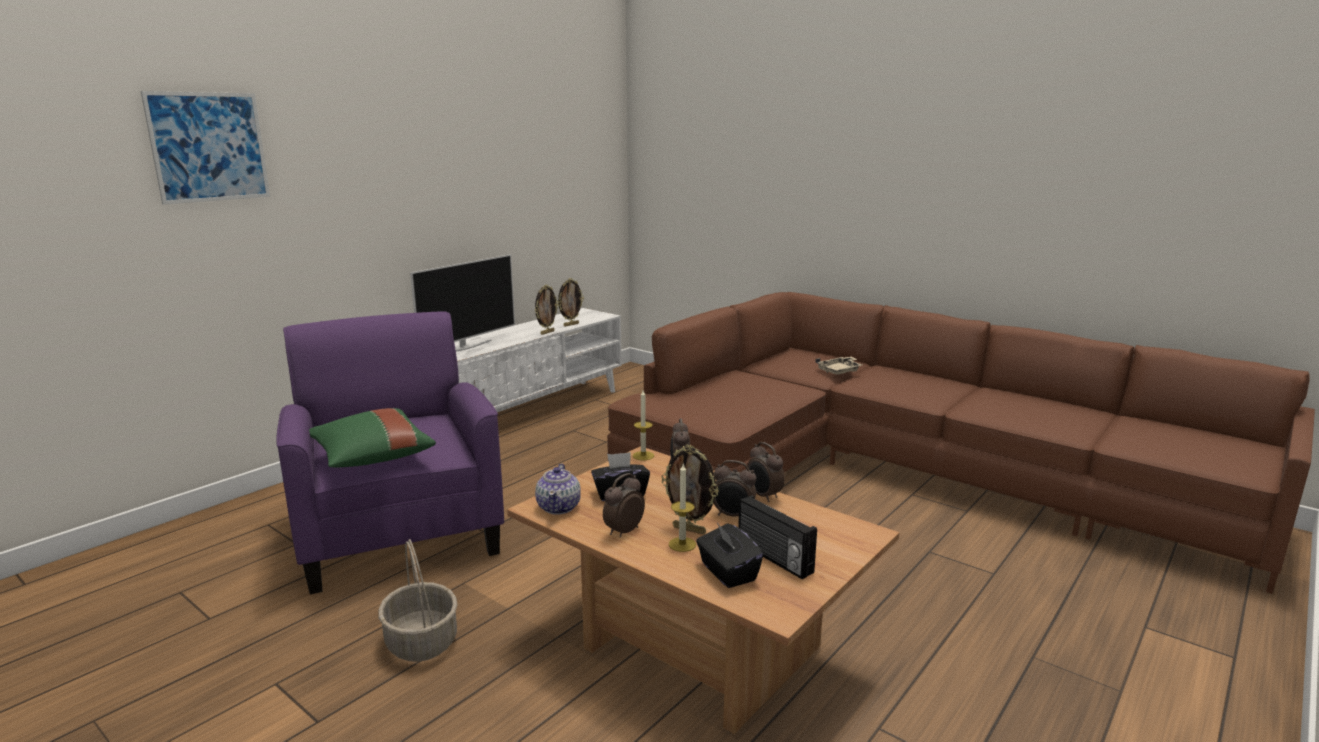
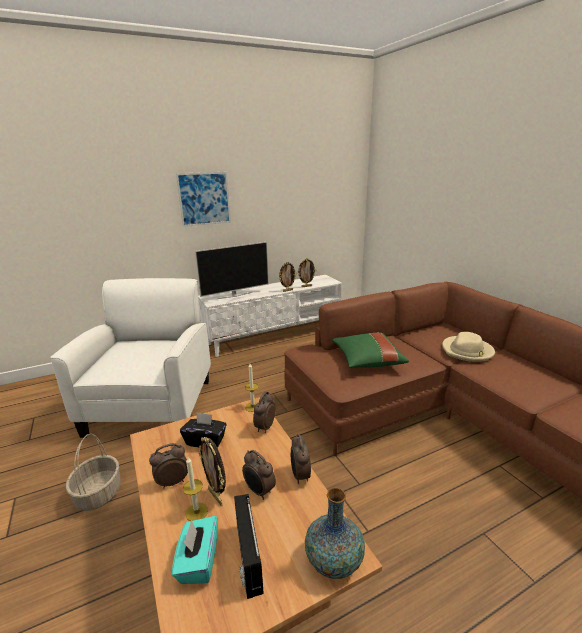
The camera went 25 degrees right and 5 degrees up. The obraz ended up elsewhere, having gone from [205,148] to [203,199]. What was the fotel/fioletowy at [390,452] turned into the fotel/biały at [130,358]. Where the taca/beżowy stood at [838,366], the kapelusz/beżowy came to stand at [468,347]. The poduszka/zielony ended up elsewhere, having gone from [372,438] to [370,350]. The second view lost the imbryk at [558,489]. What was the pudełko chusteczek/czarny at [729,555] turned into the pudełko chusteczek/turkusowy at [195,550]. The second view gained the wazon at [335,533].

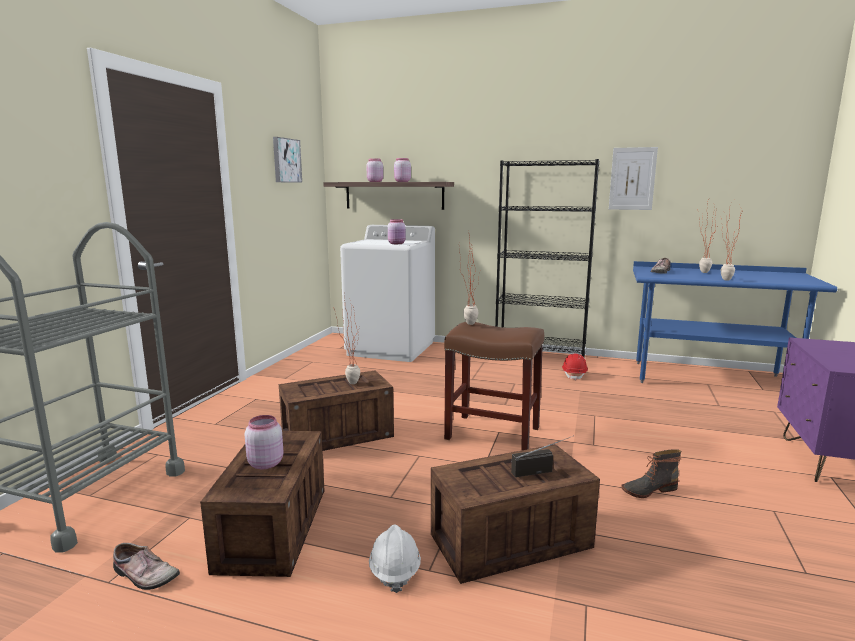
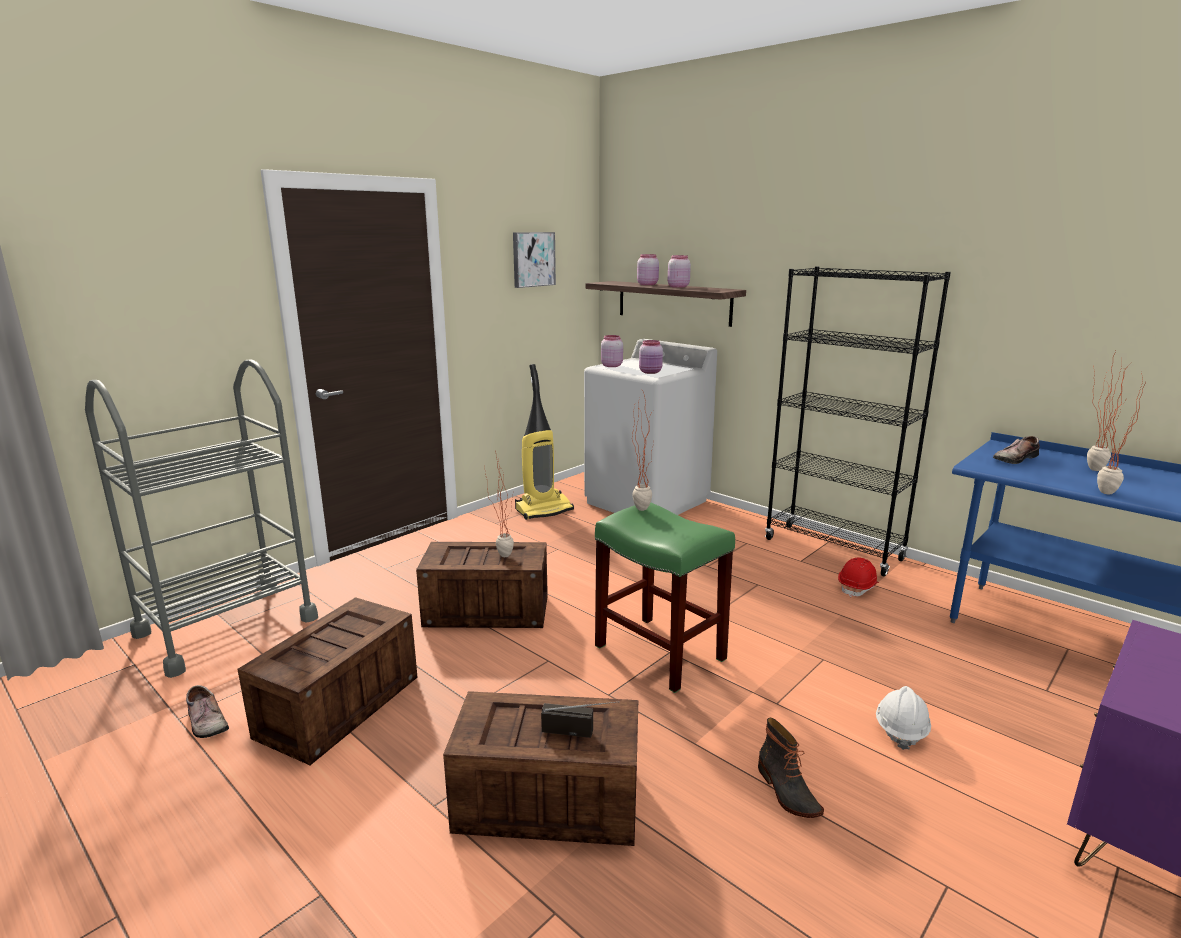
The camera went 25 degrees right and 5 degrees up. The second view lost the obraz at [633,178]. What was the stołek/brązowy at [494,386] turned into the stołek/zielony at [665,598]. The słoik/różowy ended up elsewhere, having gone from [264,442] to [612,351]. The but z cholewką at [651,473] ended up facing another way, 120 degrees counterclockwise from before. The kask/biały ended up elsewhere, having gone from [395,558] to [903,718]. The second view gained the odkurzacz at [544,442].

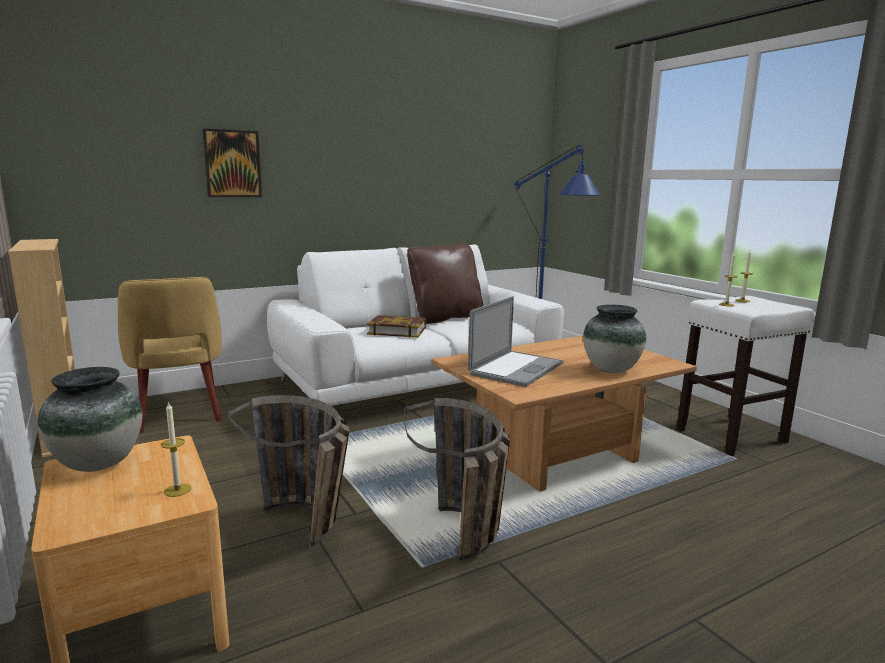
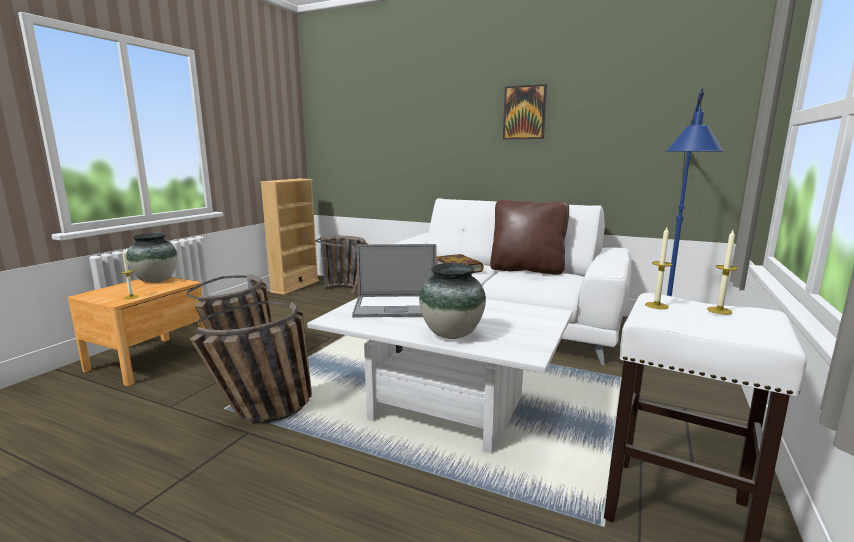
The camera went 55 degrees right and 0 degrees up. The obraz ended up elsewhere, having gone from [232,162] to [525,111]. Where the fotel/żółty stood at [170,355], the koszyk came to stand at [341,265]. What was the ława/brązowy at [564,414] turned into the ława/biały at [440,376].

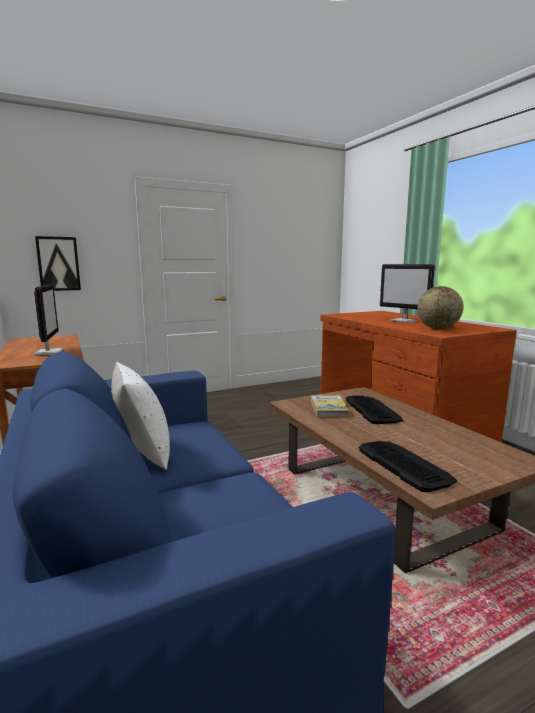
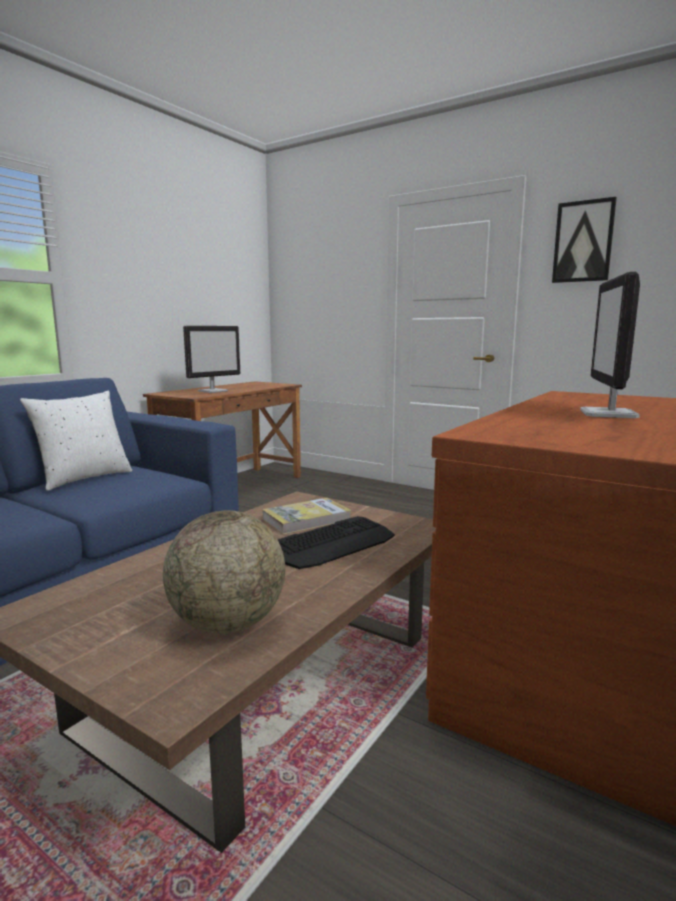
The camera went 60 degrees right and 0 degrees up. The obraz ended up elsewhere, having gone from [58,263] to [584,240]. The globus ended up elsewhere, having gone from [440,307] to [224,572]. The second view lost the klawiatura at [408,466].

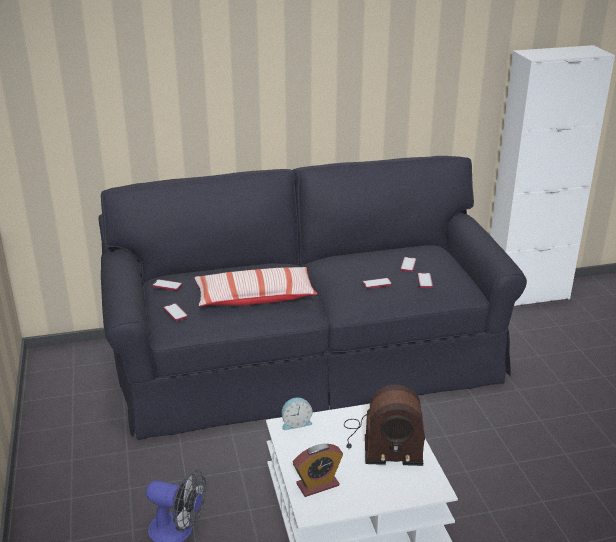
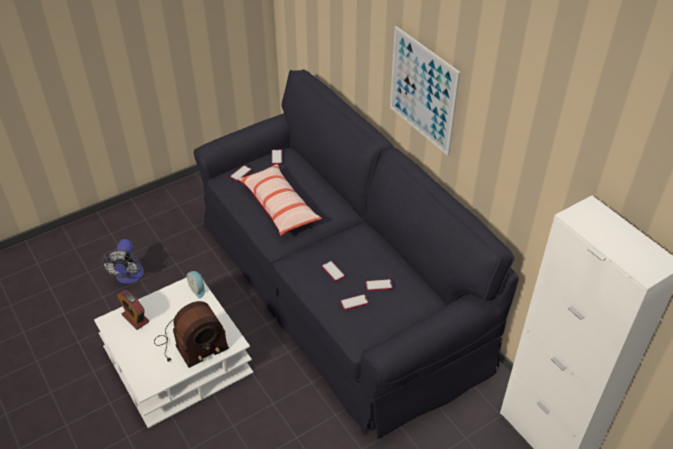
The camera went 70 degrees right and 15 degrees up. The radio at [384,425] ended up facing another way, 105 degrees counterclockwise from before. The second view gained the obraz at [425,91].

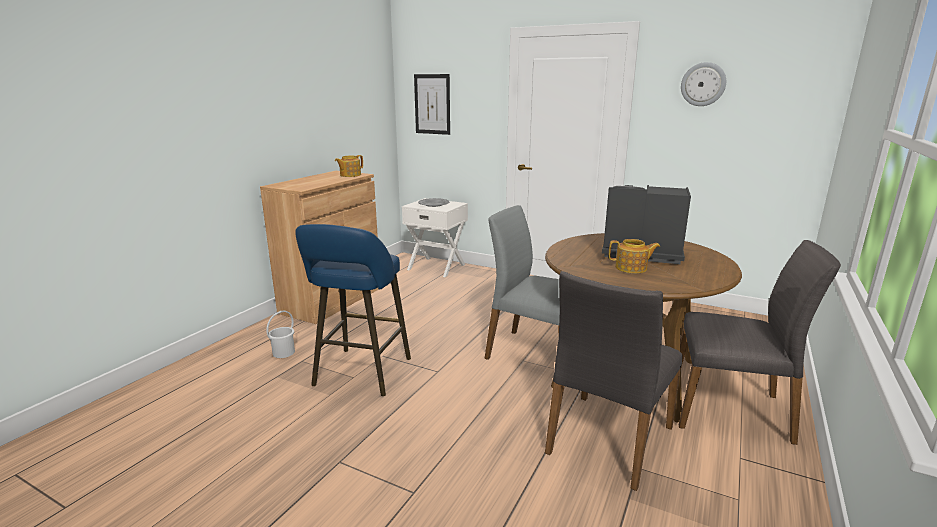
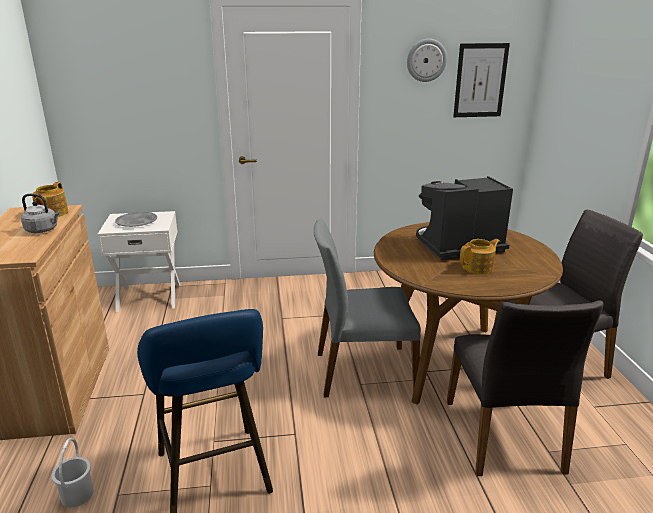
The camera went 35 degrees left and 5 degrees up. The obraz ended up elsewhere, having gone from [432,104] to [481,80]. The second view gained the czajnik/szary at [40,213].

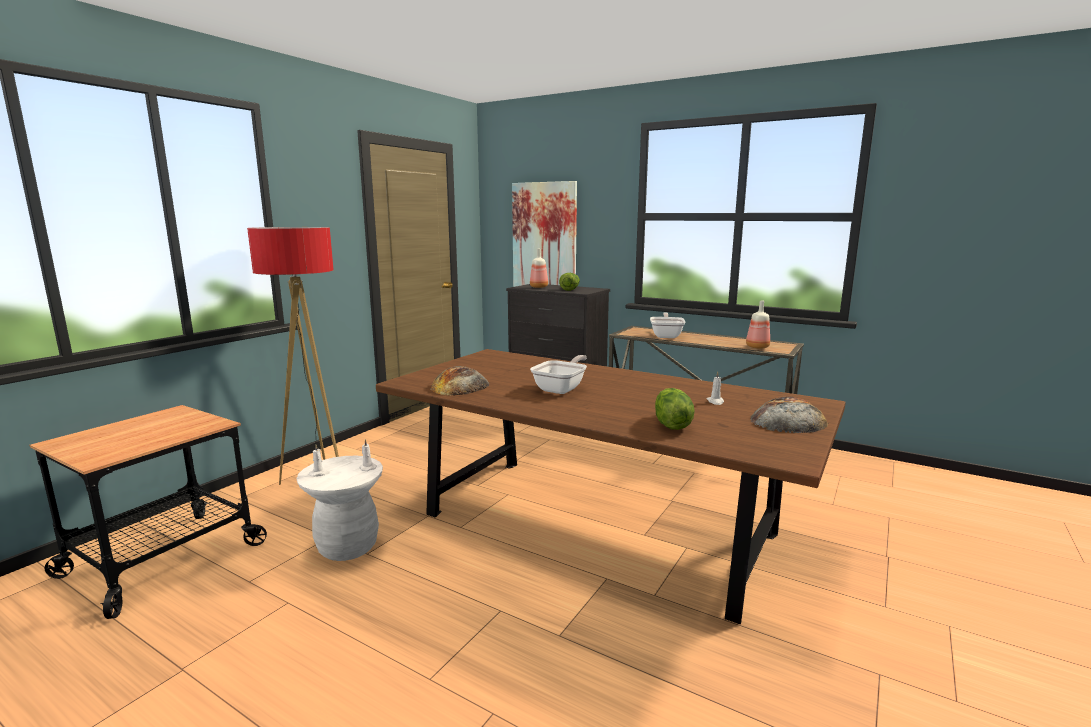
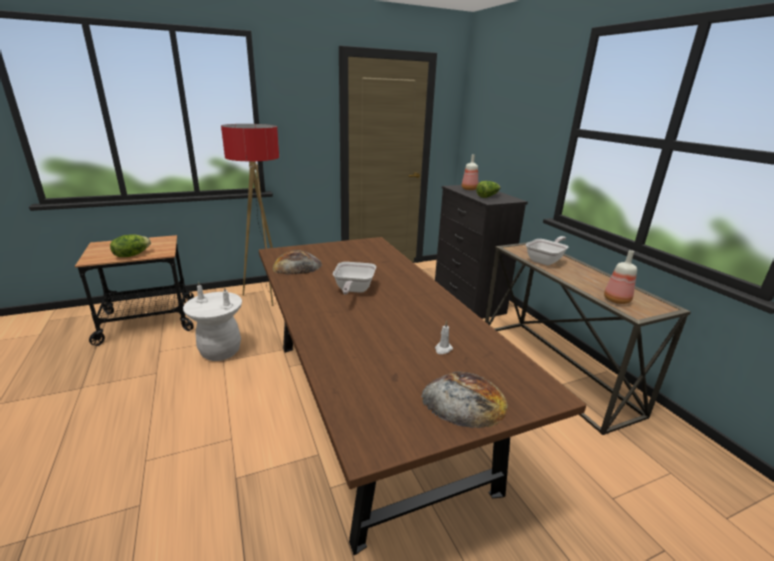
The camera went 35 degrees right and 10 degrees up. The second view lost the obraz at [544,234]. The patelnia at [558,374] ended up facing another way, 120 degrees clockwise from before. The sałata ended up elsewhere, having gone from [675,409] to [130,245].

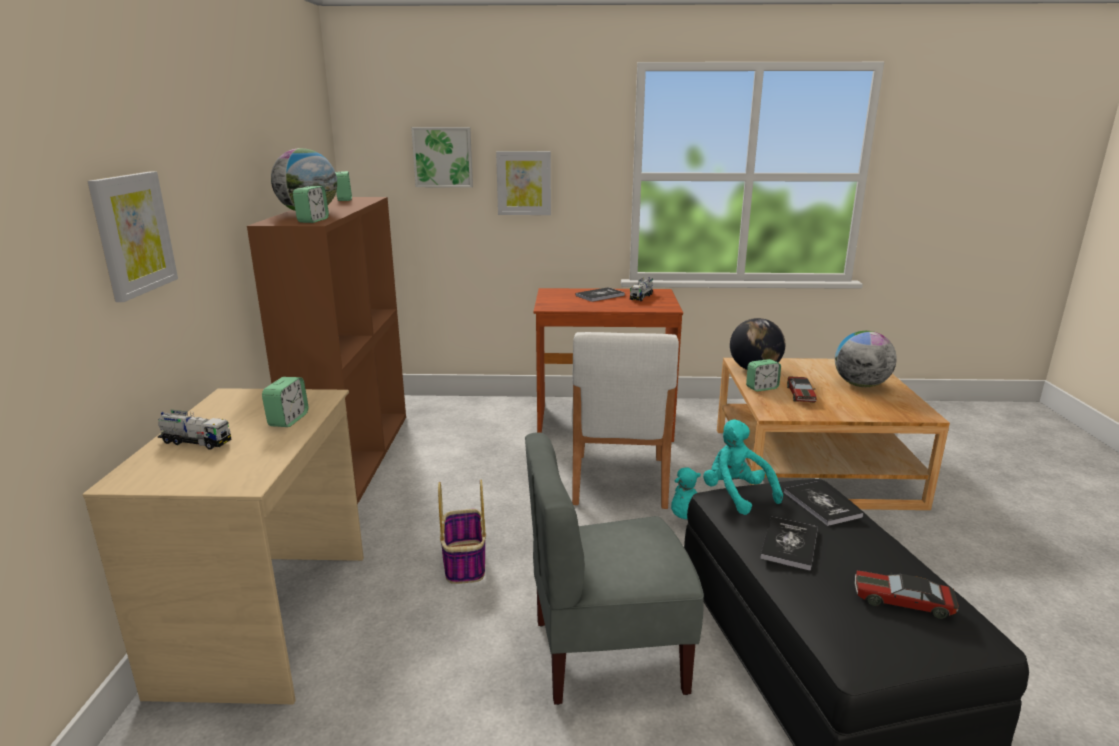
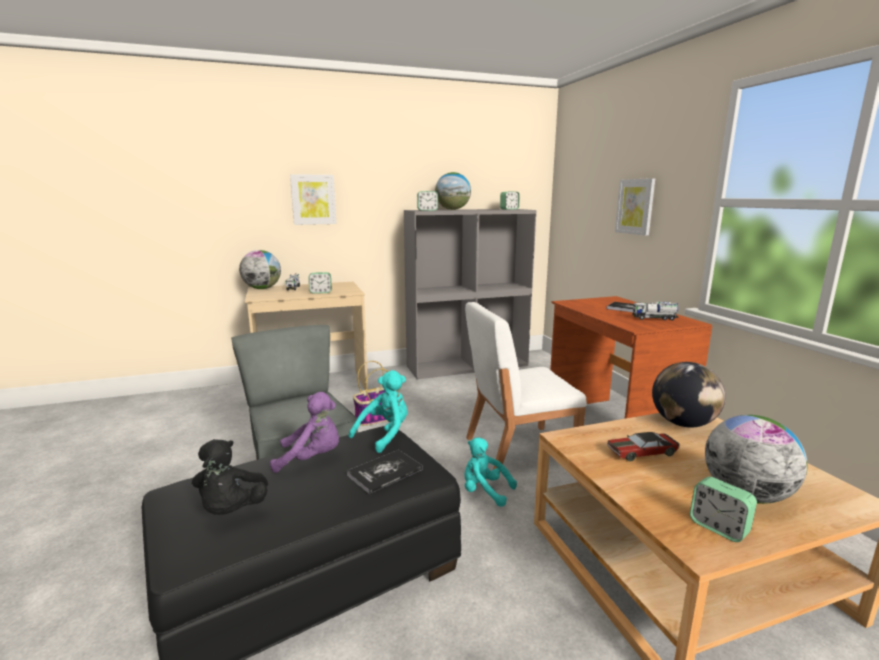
The camera went 70 degrees right and 5 degrees down. The second view lost the obraz at [442,157]. What was the regał/brązowy at [326,351] turned into the regał/szary at [470,294]. The budzik ended up elsewhere, having gone from [763,375] to [723,509]. Where the książka stood at [789,544], the pluszak/fioletowy came to stand at [304,432]. Where the samochodzik stood at [907,595], the pluszak/czarny came to stand at [230,477]. The second view gained the globus at [260,269].

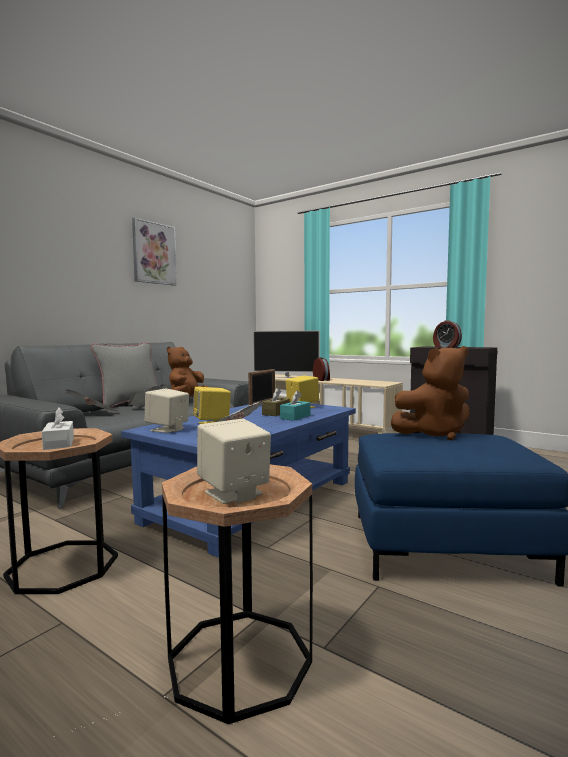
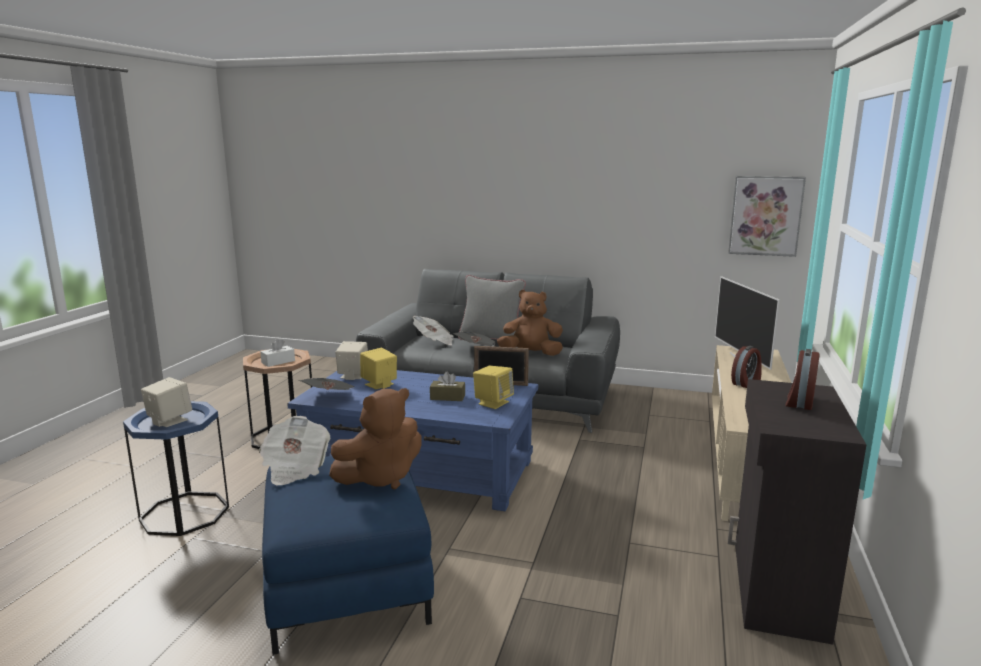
The camera went 70 degrees right and 10 degrees up. The obraz ended up elsewhere, having gone from [154,251] to [767,216]. The pluszak/brązowy at [430,393] ended up facing another way, 90 degrees counterclockwise from before. The second view lost the pudełko chusteczek/turkusowy at [295,405]. What was the stolik/brązowy at [237,594] turned into the stolik/niebieski at [176,468]. The second view gained the gazeta at [295,451].

